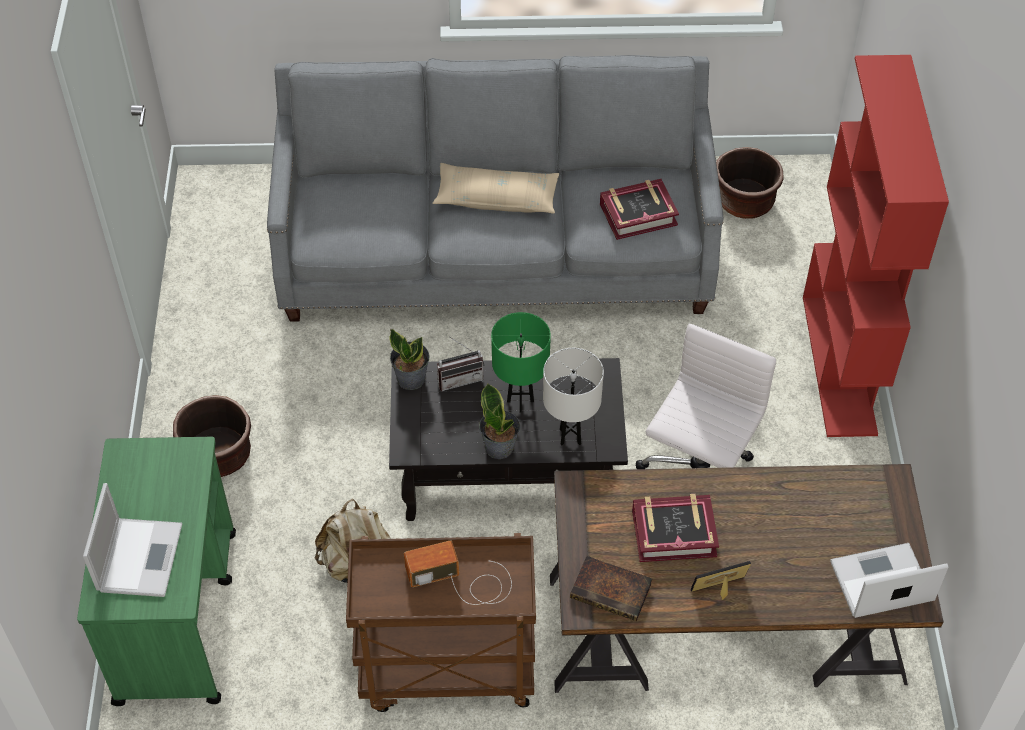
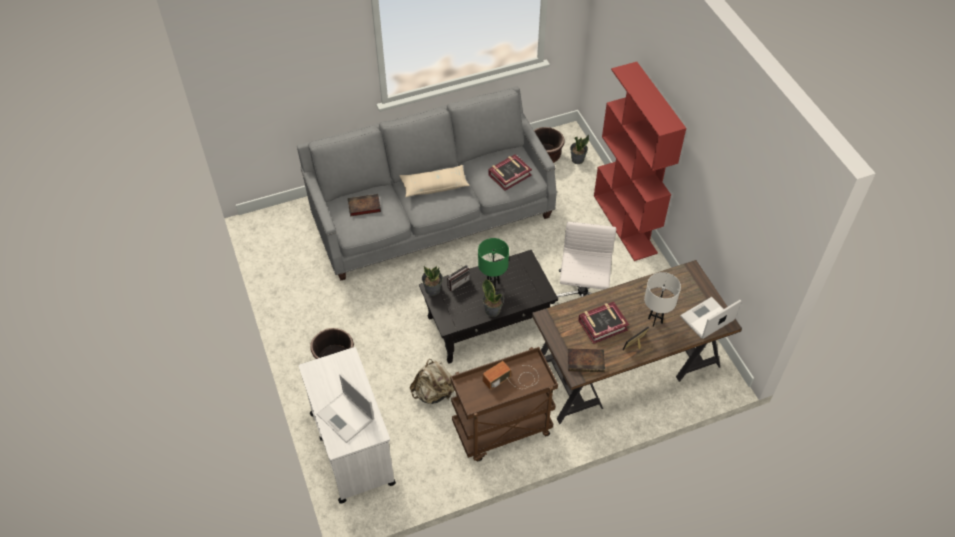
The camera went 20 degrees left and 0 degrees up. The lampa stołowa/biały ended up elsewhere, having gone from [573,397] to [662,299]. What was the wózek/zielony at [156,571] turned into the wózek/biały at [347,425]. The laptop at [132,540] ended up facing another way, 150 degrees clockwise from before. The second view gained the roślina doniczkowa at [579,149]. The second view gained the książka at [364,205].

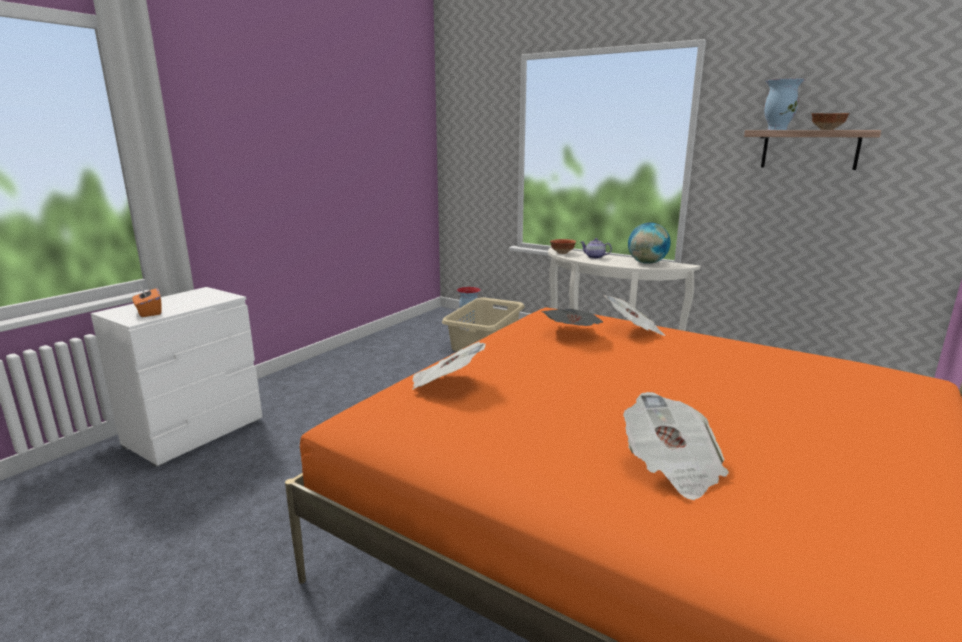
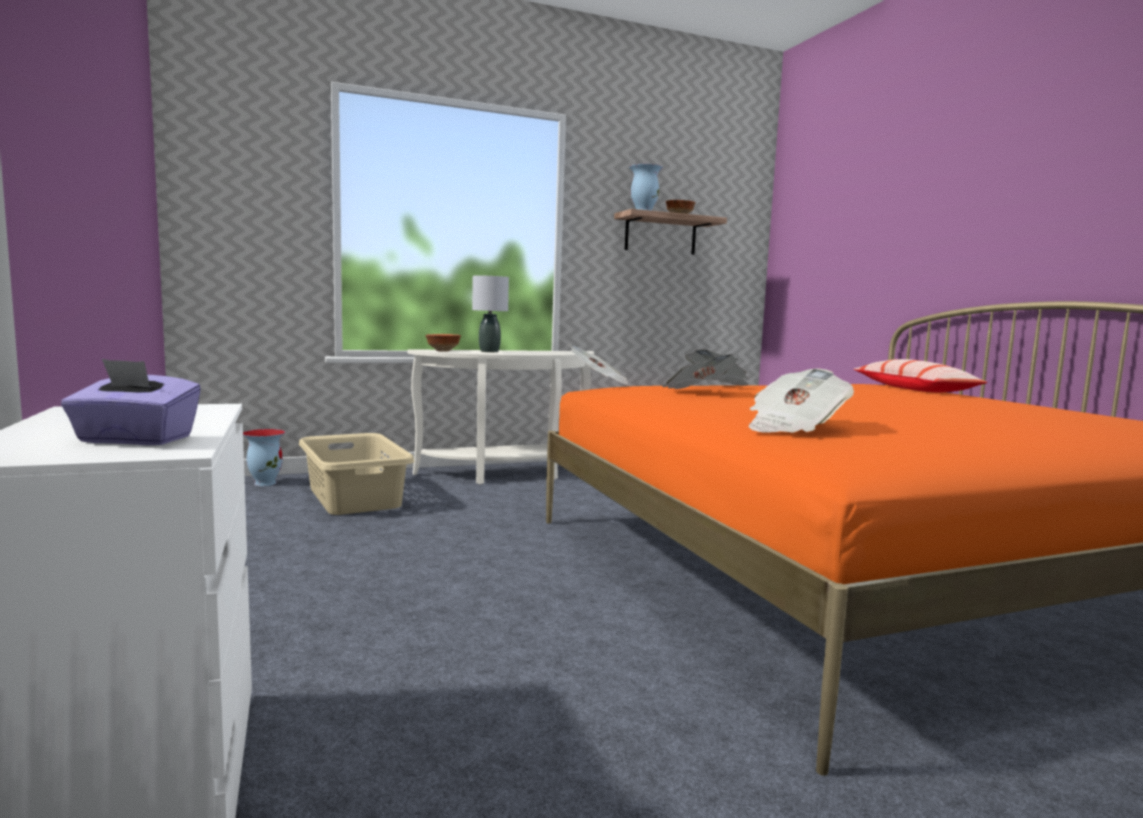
The camera went 55 degrees left and 10 degrees down. The second view lost the globus at [649,243]. Where the imbryk stood at [596,248], the lampa stołowa/szary came to stand at [490,313]. What was the pudełko chusteczek/pomarańczowy at [147,301] turned into the pudełko chusteczek/fioletowy at [131,402]. The gazeta ended up elsewhere, having gone from [676,446] to [599,365]. The second view gained the poduszka at [920,376].

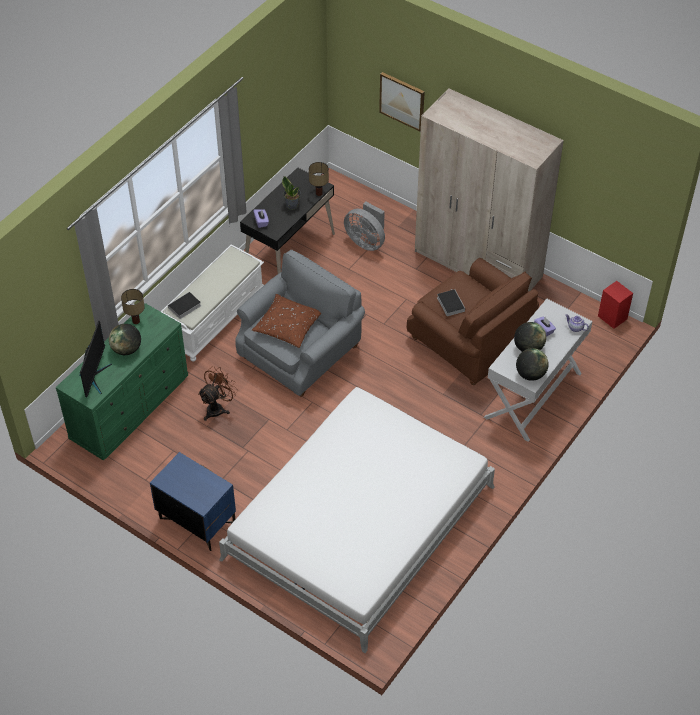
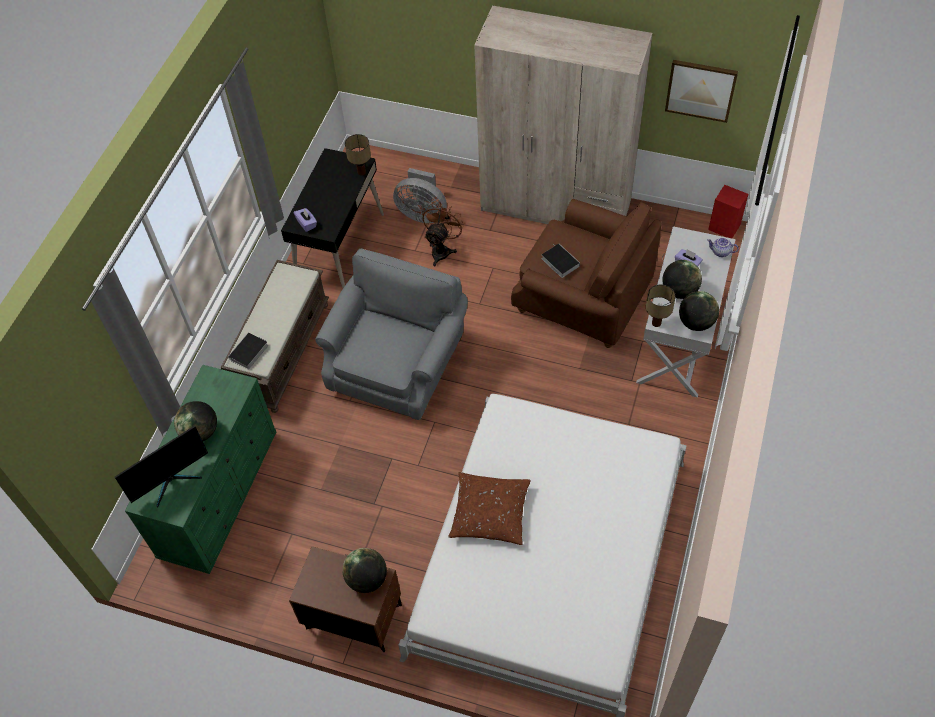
The camera went 15 degrees left and 5 degrees up. The obraz ended up elsewhere, having gone from [402,102] to [701,91]. The second view lost the roślina doniczkowa at [291,193]. What was the ławka/biały at [212,302] turned into the ławka/brązowy at [275,336]. The lampa stołowa ended up elsewhere, having gone from [133,306] to [661,305]. The poduszka/brązowy ended up elsewhere, having gone from [286,321] to [490,508]. The monitor at [95,359] ended up facing another way, 60 degrees clockwise from before. The wentylator/brązowy ended up elsewhere, having gone from [218,393] to [444,234]. What was the szafka nocna/niebieski at [193,501] turned into the szafka nocna/brązowy at [345,599]. The second view gained the globus at [364,570].

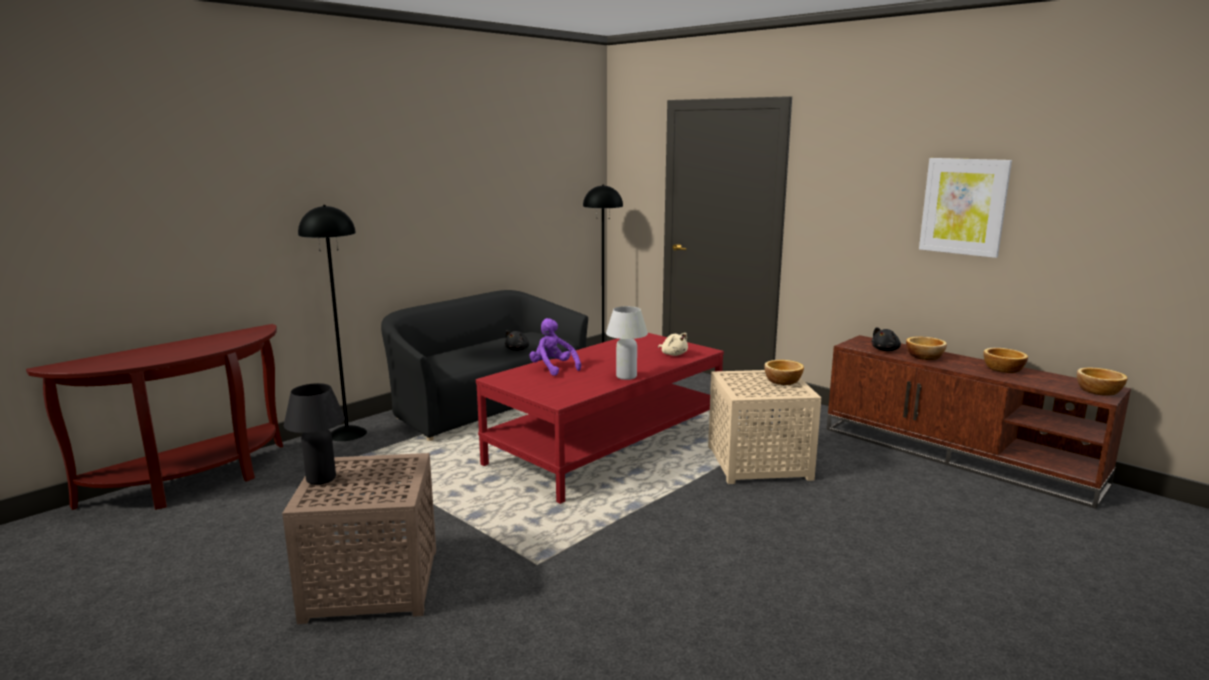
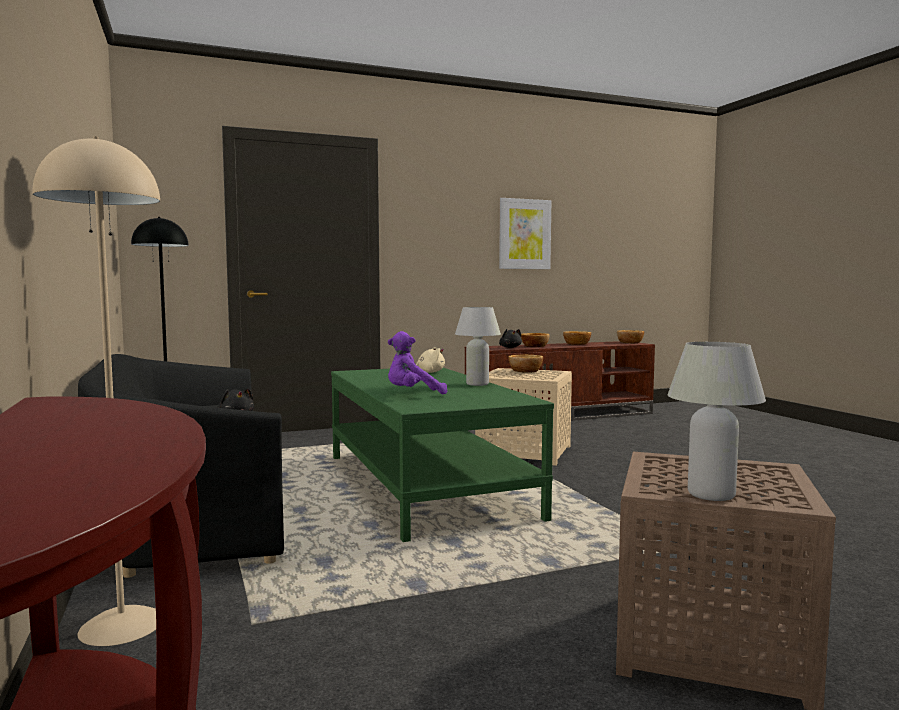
The camera went 65 degrees left and 10 degrees down. What was the lampa stojąca/czarny at [332,323] turned into the lampa stojąca/beżowy at [96,391]. What was the ława/czerwony at [600,418] turned into the ława/zielony at [442,455]. What was the lampa stołowa/czarny at [314,434] turned into the lampa stołowa/biały at [717,421].

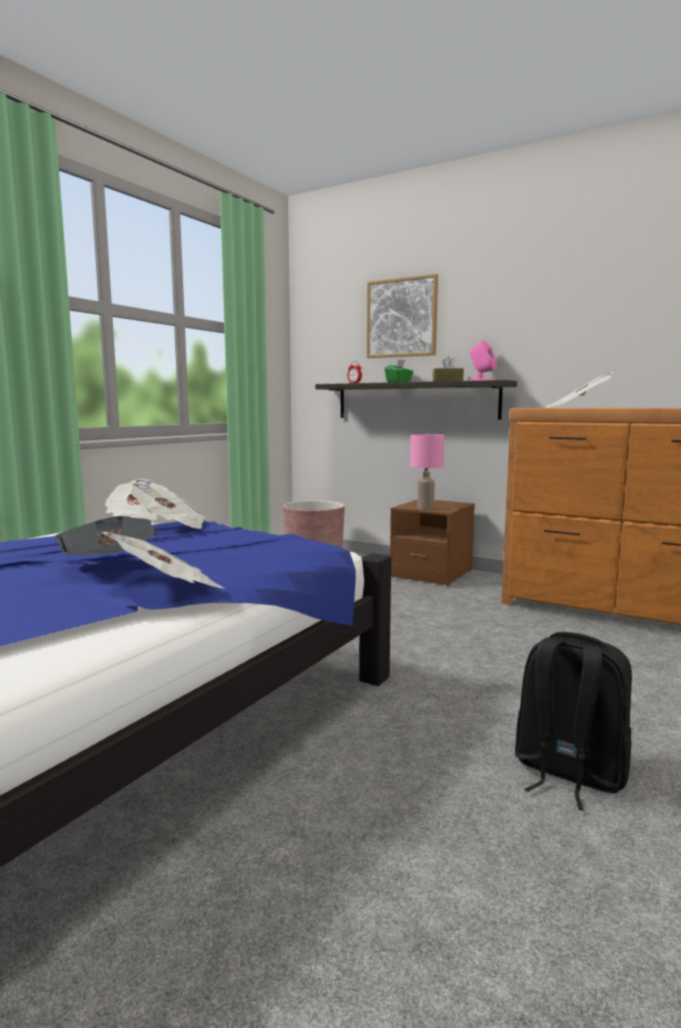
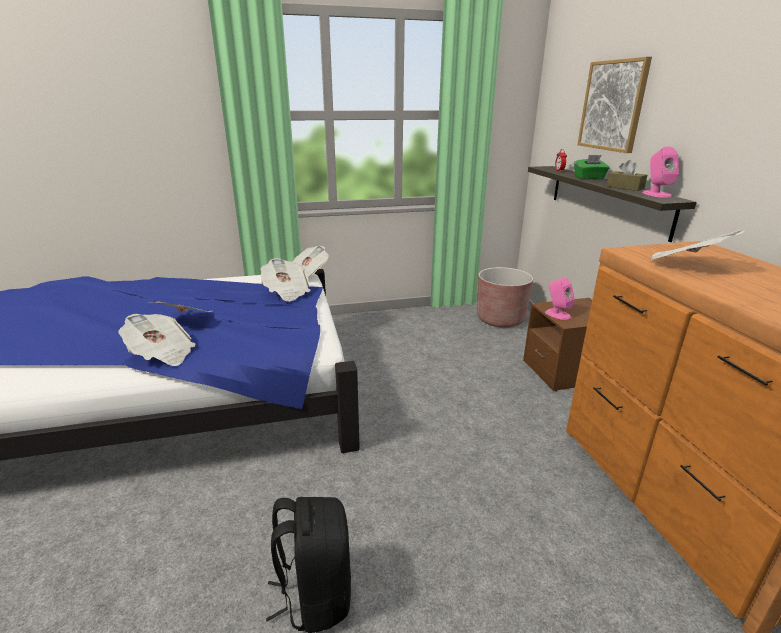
The camera went 45 degrees right and 15 degrees up. Where the lampa stołowa/różowy stood at [427,472], the głośnik/różowy came to stand at [560,299].

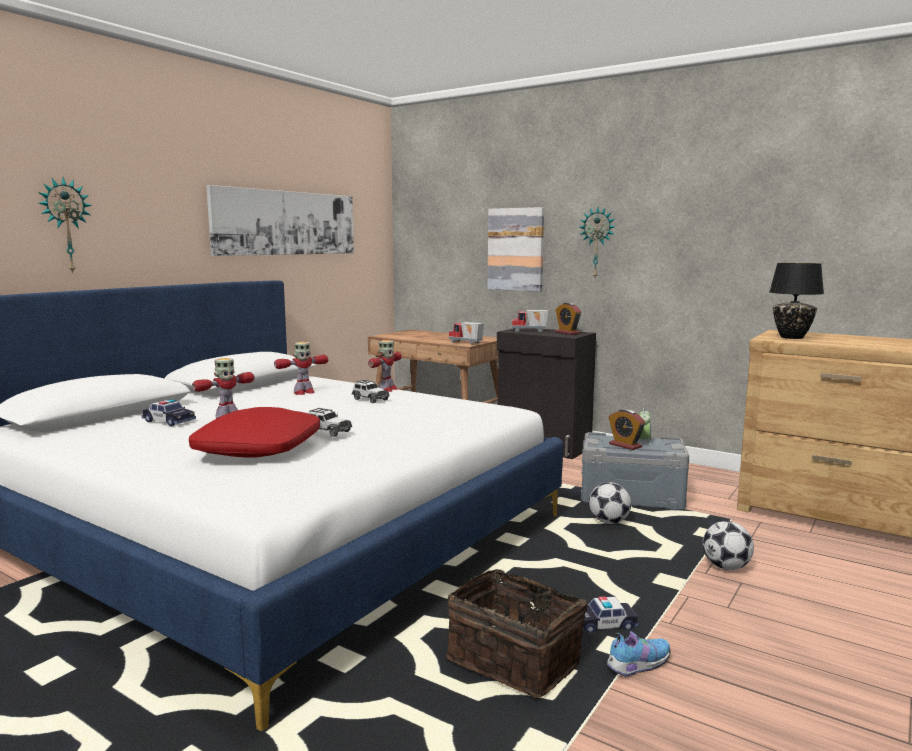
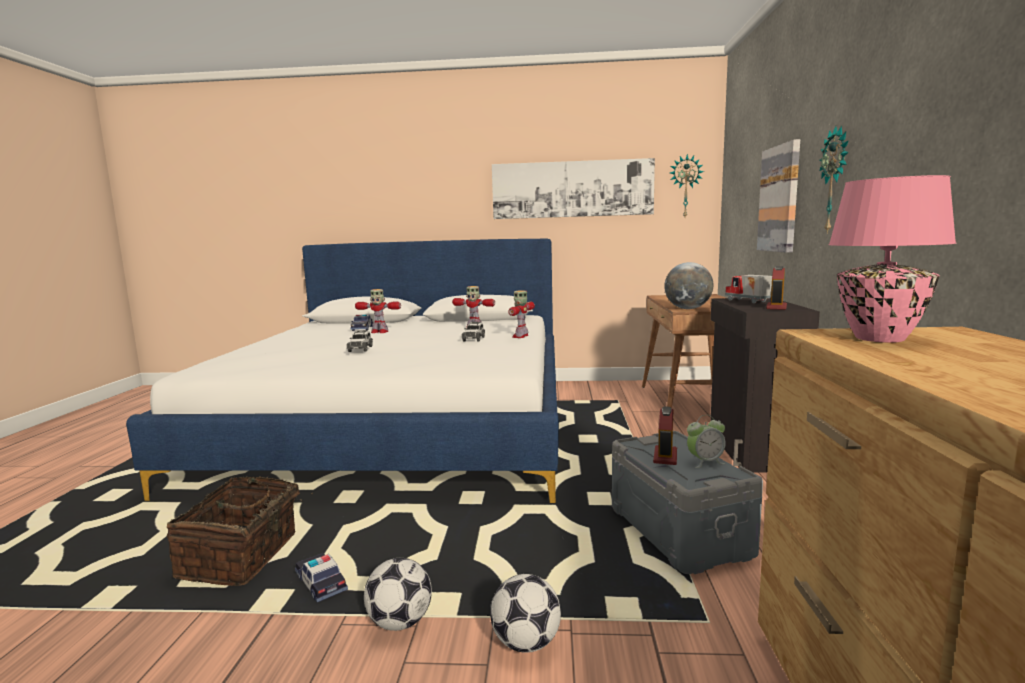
The camera went 60 degrees right and 0 degrees up. The zegar ścienny ended up elsewhere, having gone from [65,225] to [687,185]. What was the lampa stołowa/czarny at [797,301] turned into the lampa stołowa/różowy at [892,259]. Where the ciężarówka zabawkowa stood at [466,333], the globus came to stand at [688,285]. The robot zabawkowy at [385,366] ended up facing another way, 120 degrees clockwise from before. The second view lost the poduszka/czerwony at [254,432]. The piłka futbolowa ended up elsewhere, having gone from [610,503] to [398,594]. The second view lost the but at [638,654].

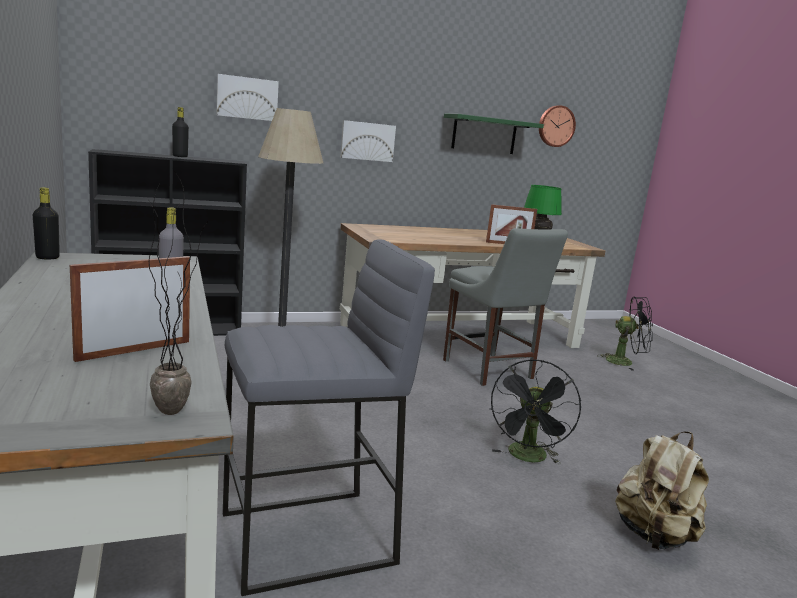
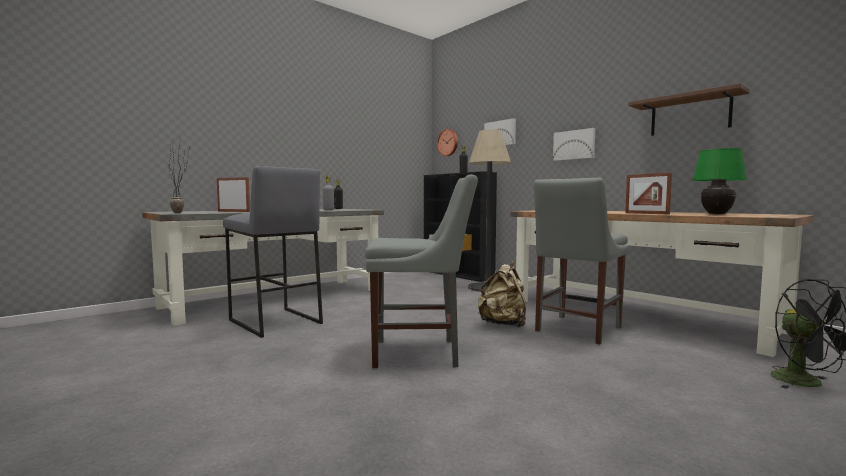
The camera went 70 degrees right and 10 degrees down. The zegar ścienny ended up elsewhere, having gone from [557,126] to [447,142]. What was the półka/zielony at [494,134] turned into the półka/brązowy at [689,109]. Where the wentylator/czarny stood at [535,411], the krzesło/szary came to stand at [421,271]. The plecak/beżowy ended up elsewhere, having gone from [662,491] to [502,294].

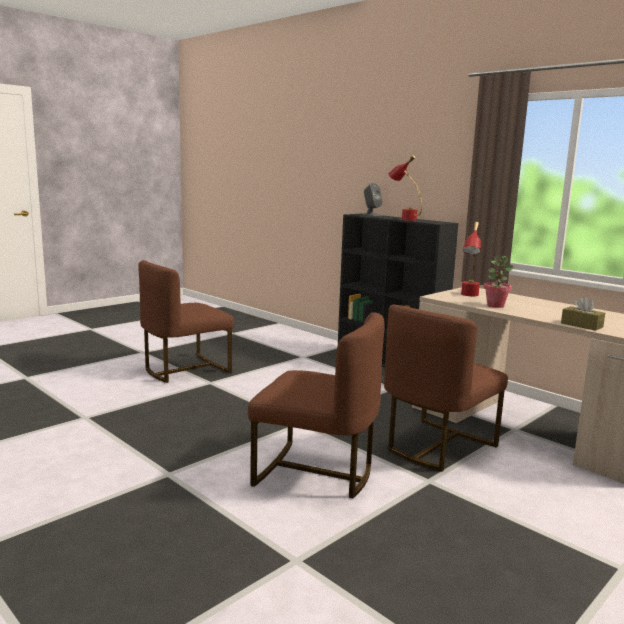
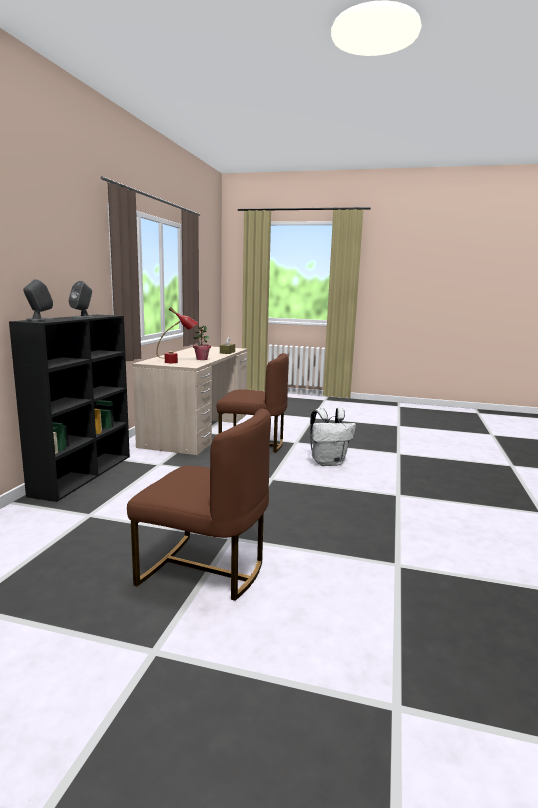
The camera went 120 degrees left and 0 degrees up. Where the lampa stołowa/czerwony stood at [405,188], the głośnik/szary came to stand at [81,299]. Where the krzesło/brązowy stood at [316,405], the plecak/biały came to stand at [333,437].

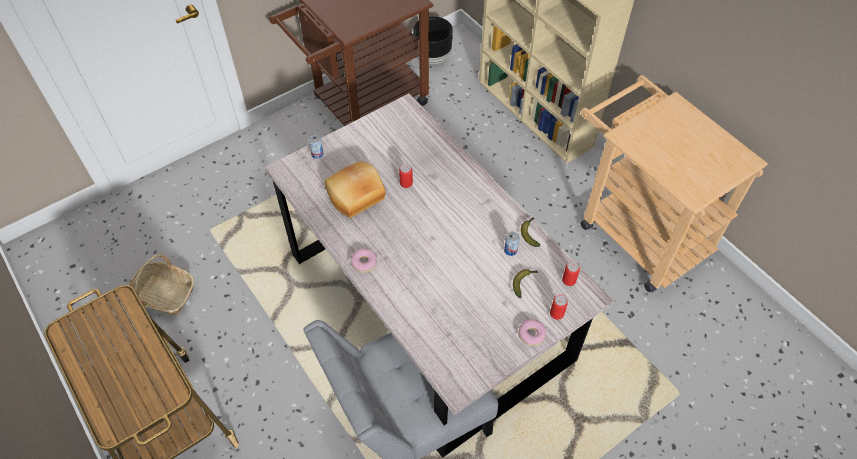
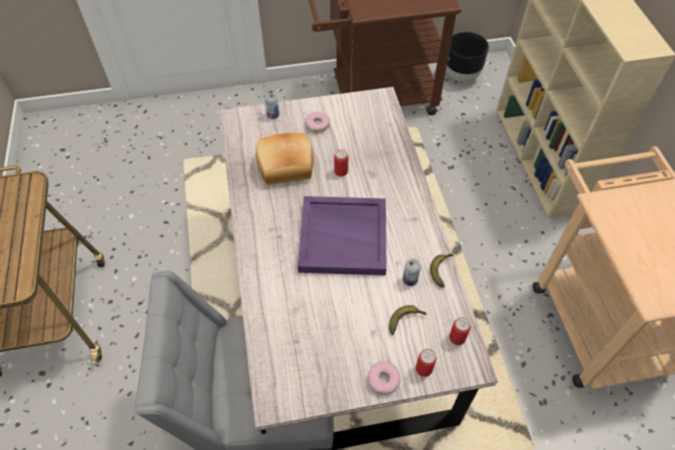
The camera went 25 degrees right and 0 degrees up. The donut ended up elsewhere, having gone from [364,260] to [317,122]. The second view lost the koszyk at [161,284]. The second view gained the taca/fioletowy at [342,236].

